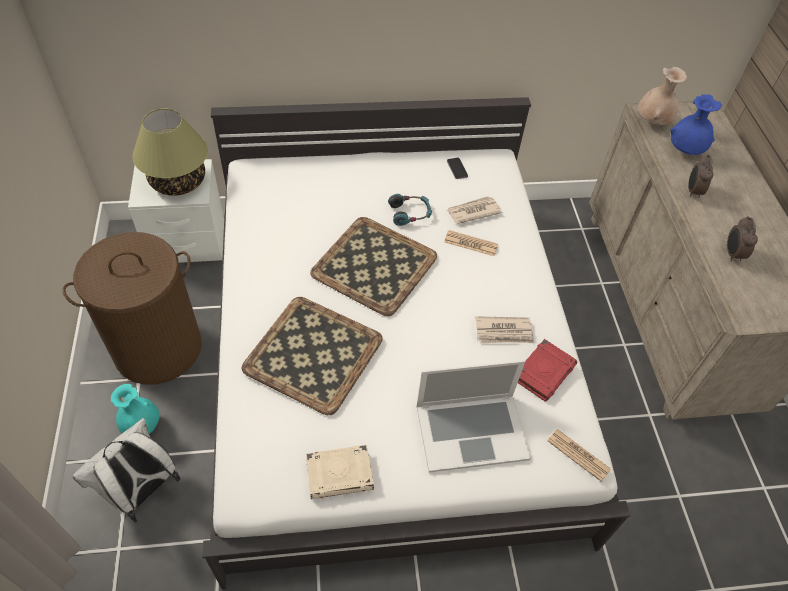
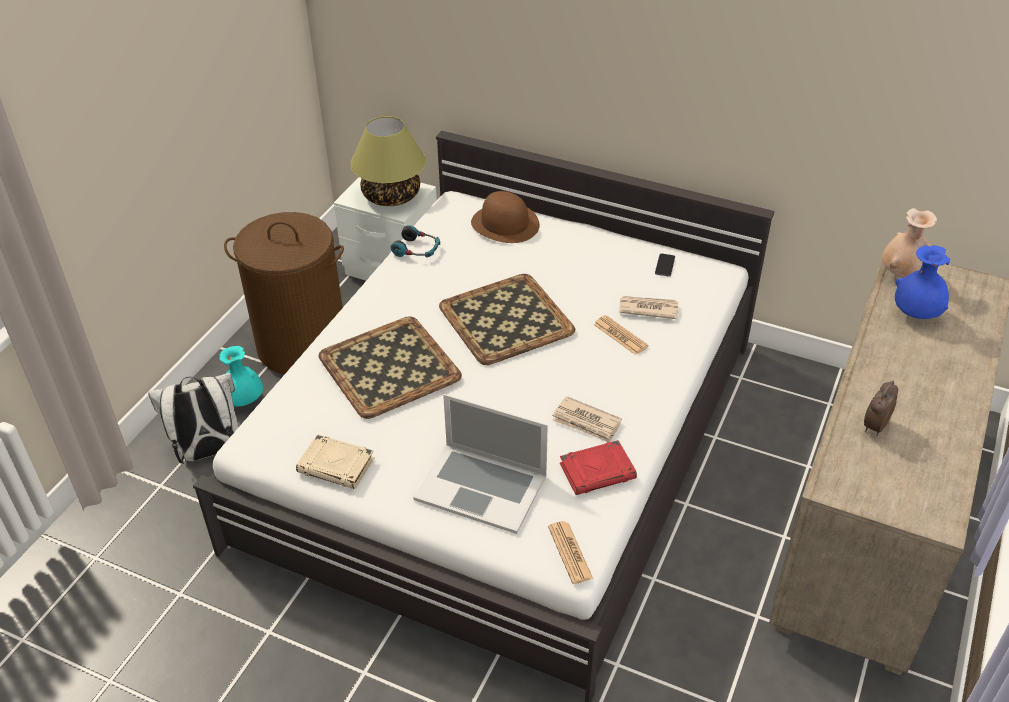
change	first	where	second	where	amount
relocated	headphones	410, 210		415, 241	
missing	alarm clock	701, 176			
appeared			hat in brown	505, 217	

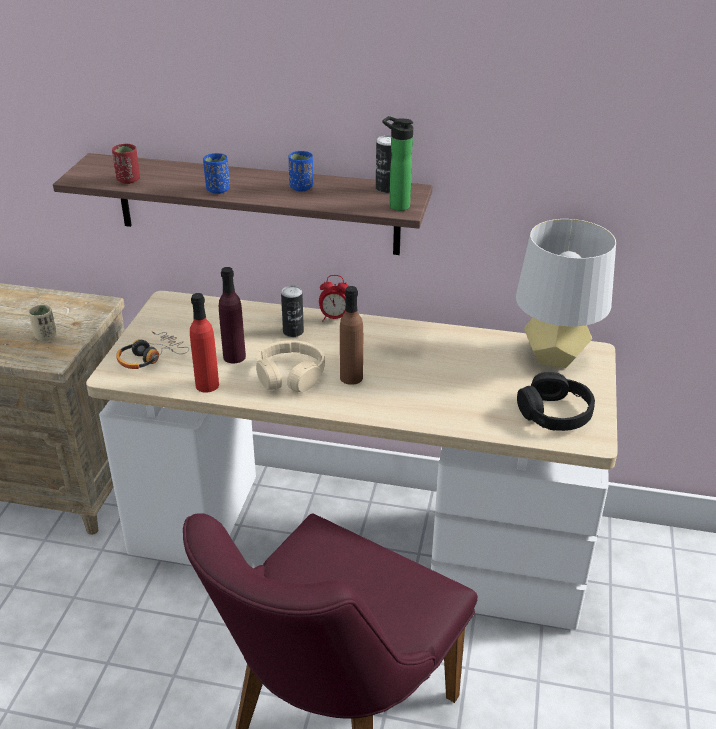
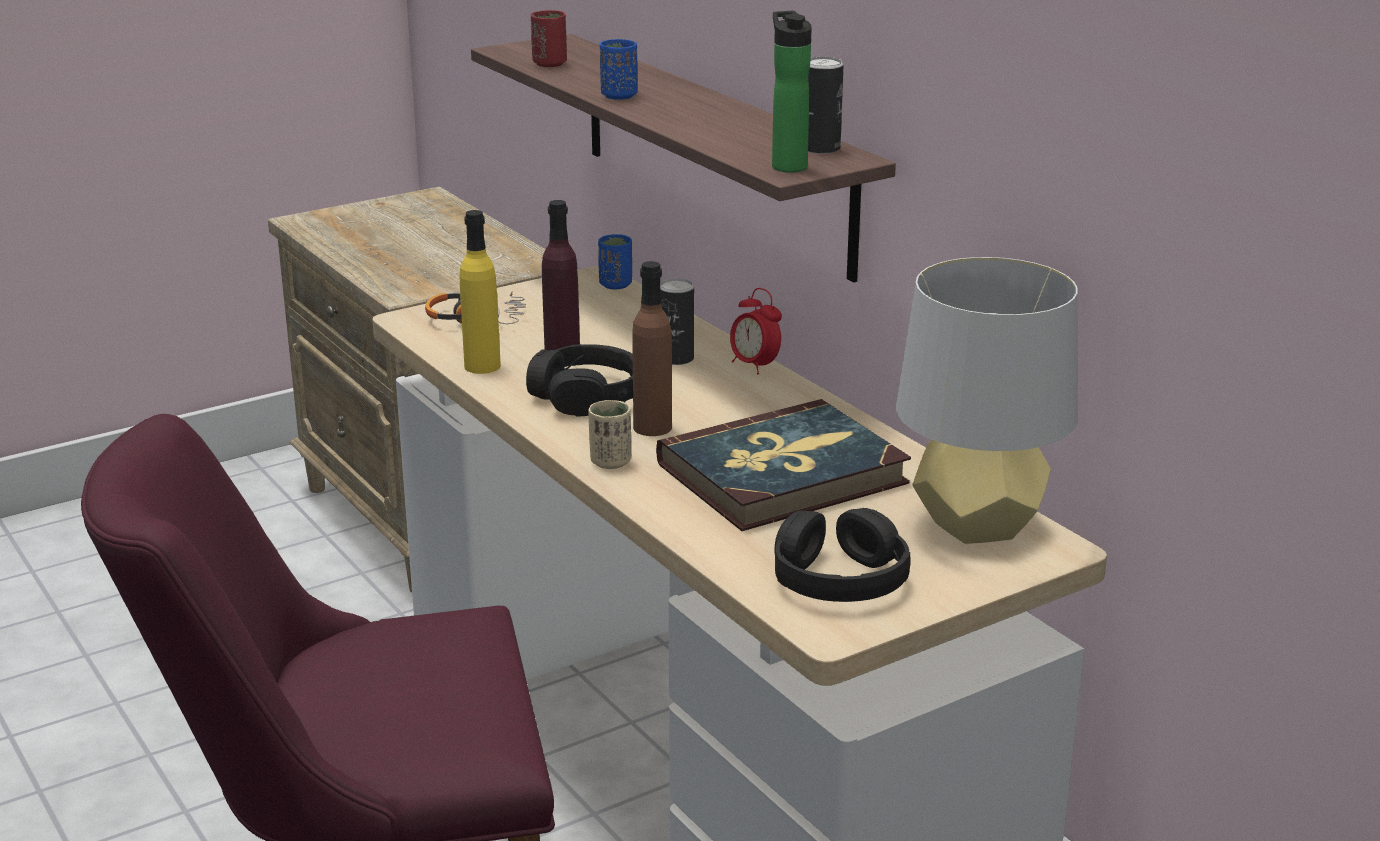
change	first	where	second	where	amount
relocated	cup in beige	43, 322		609, 434	
colour	bottle in red	204, 343	bottle in yellow	480, 292	
colour	headphones in beige	290, 366	headphones in black	579, 380	
relocated	cup in blue	300, 171		615, 262	
appeared			book	783, 465	

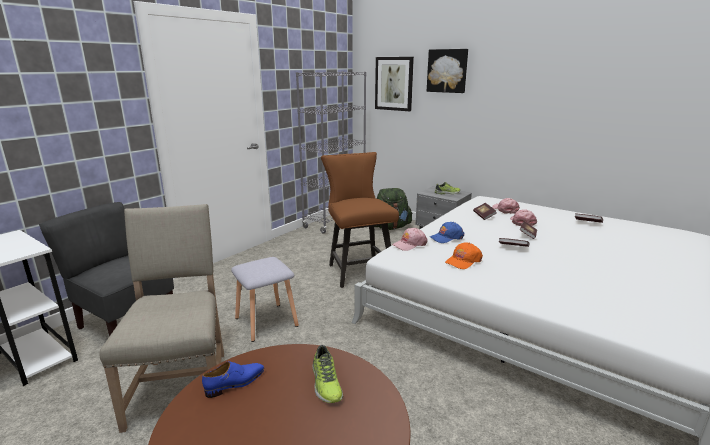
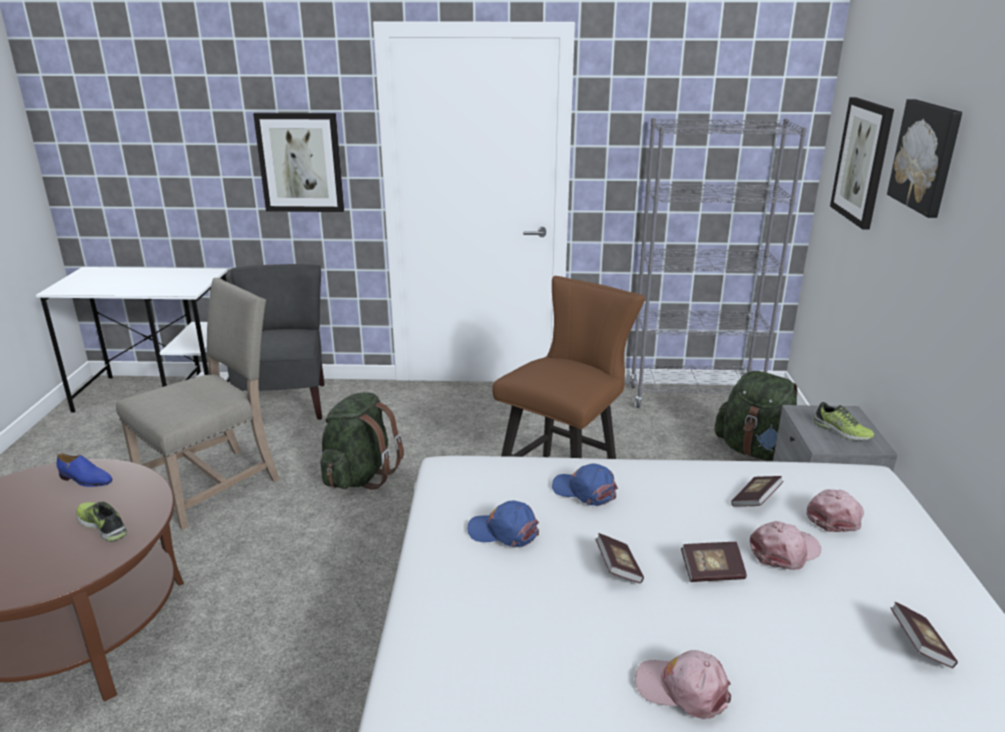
change	first	where	second	where	amount
exchanged	stool in grey	265, 299	backpack in green	362, 441	
spun	shoe	328, 374		101, 521	90 degrees clockwise
relocated	cap in pink	410, 239		683, 684	
colour	cap in orange	464, 256	cap in blue	503, 524	
appeared			picture	298, 162	

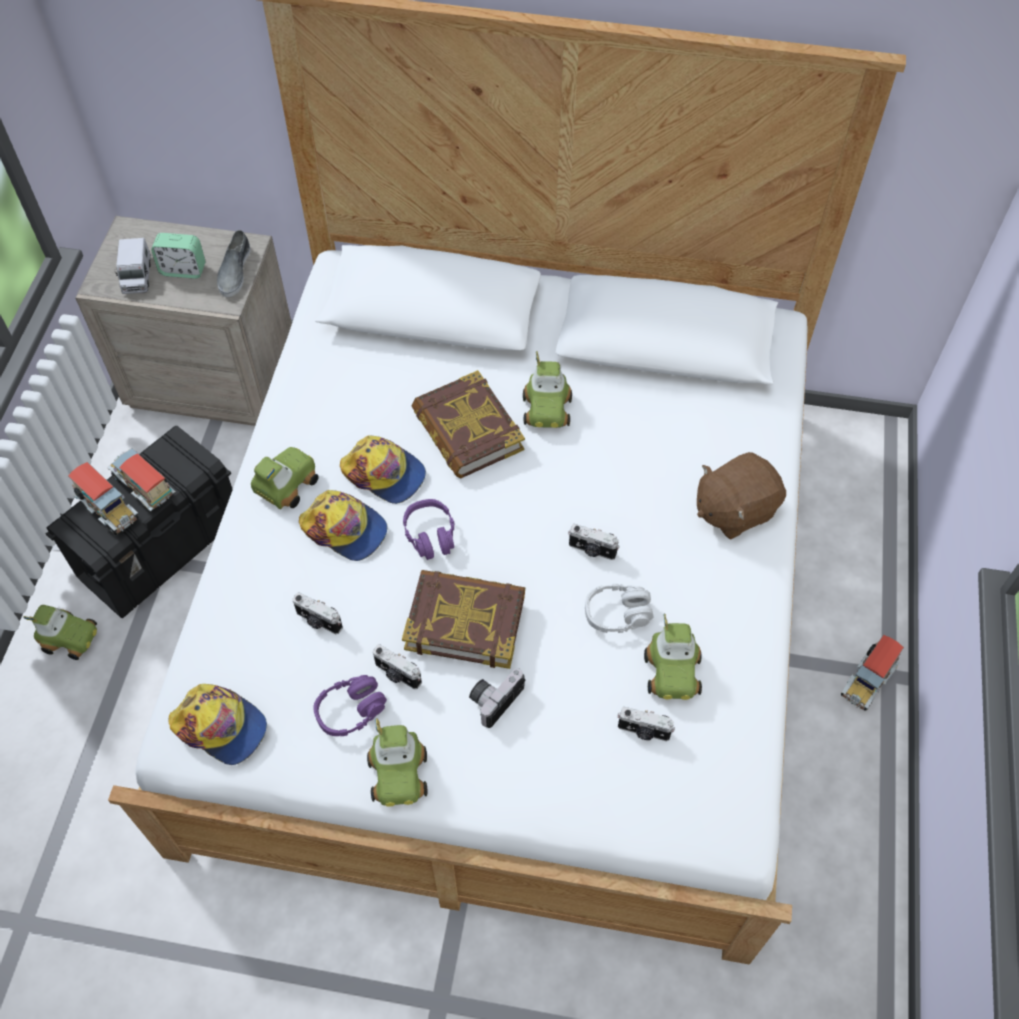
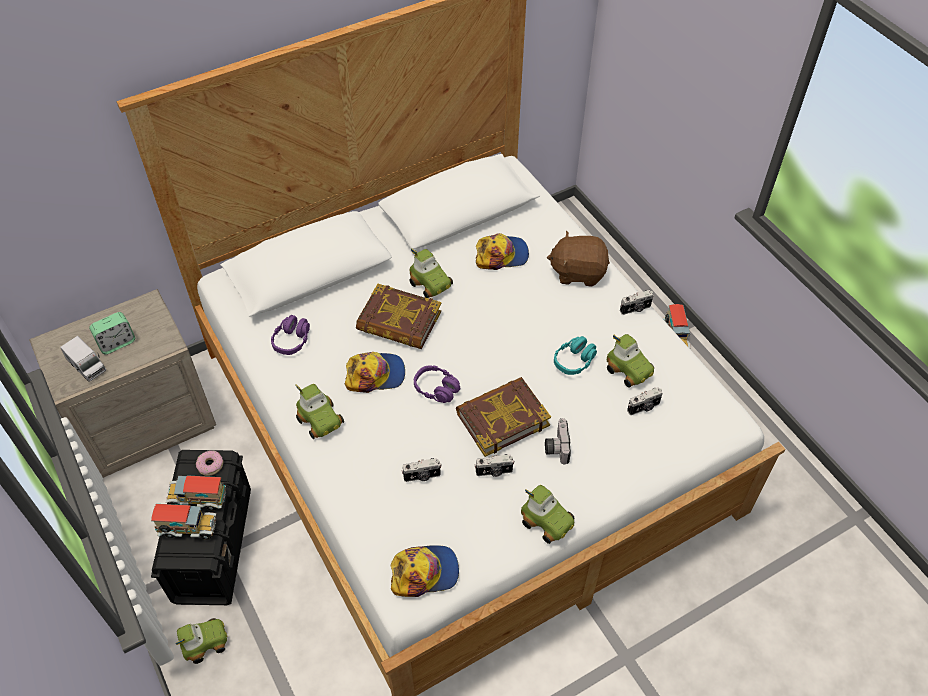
change	first	where	second	where	amount
missing	shoe in grey	234, 263			
spun	toy car	285, 478		319, 411	150 degrees clockwise
relocated	cap	343, 525		502, 251	
relocated	headphones in purple	350, 705		290, 335	
relocated	photo camera	594, 542		636, 302	
colour	headphones in grey	619, 608	headphones in turquoise	575, 355	
spun	plush toy in brown	741, 496		578, 258	75 degrees clockwise
appeared			donut	209, 463	

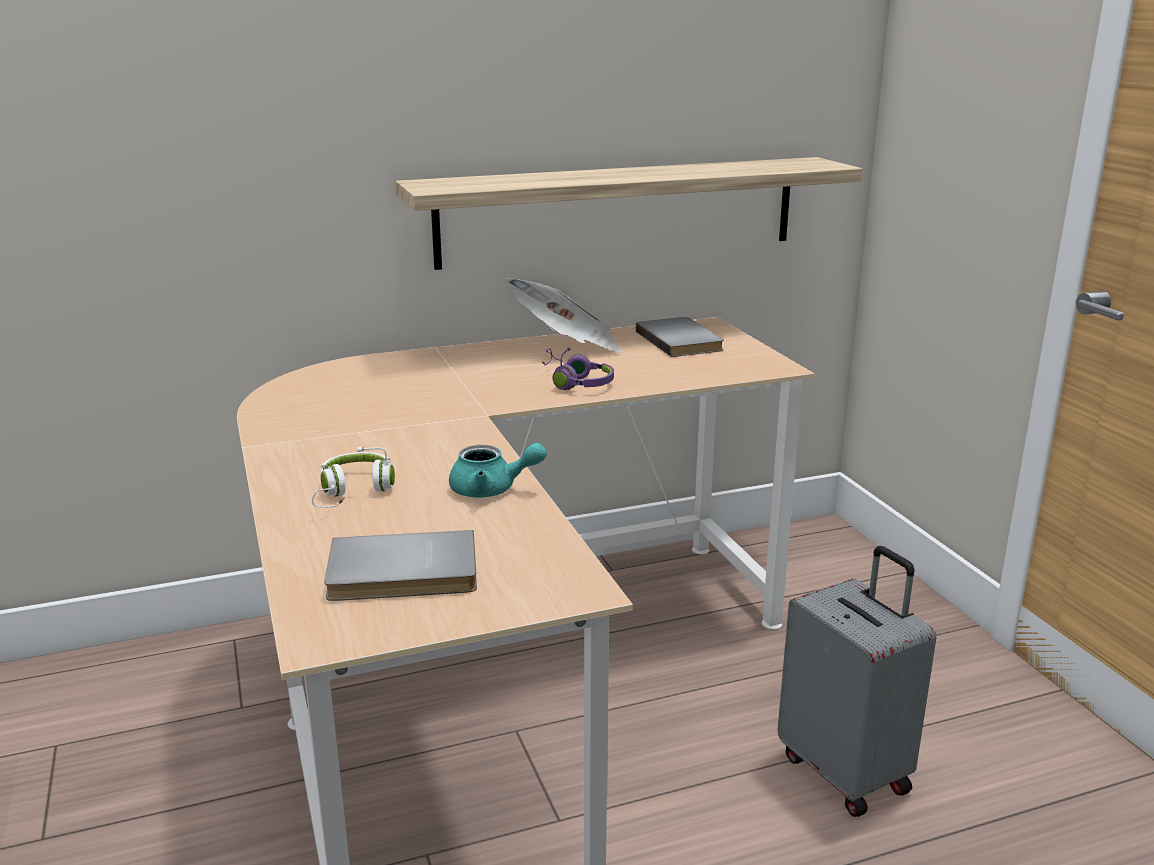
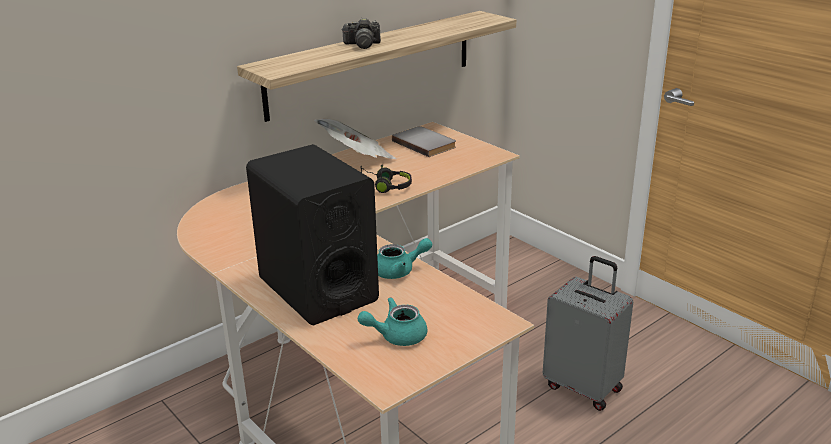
change	first	where	second	where	amount
exchanged	headphones in white	353, 477	speaker in black	312, 234	
exchanged	book in grey	400, 565	teapot in turquoise	392, 321	
colour	headphones in purple	578, 368	headphones in black	386, 179	
appeared			photo camera	361, 33	

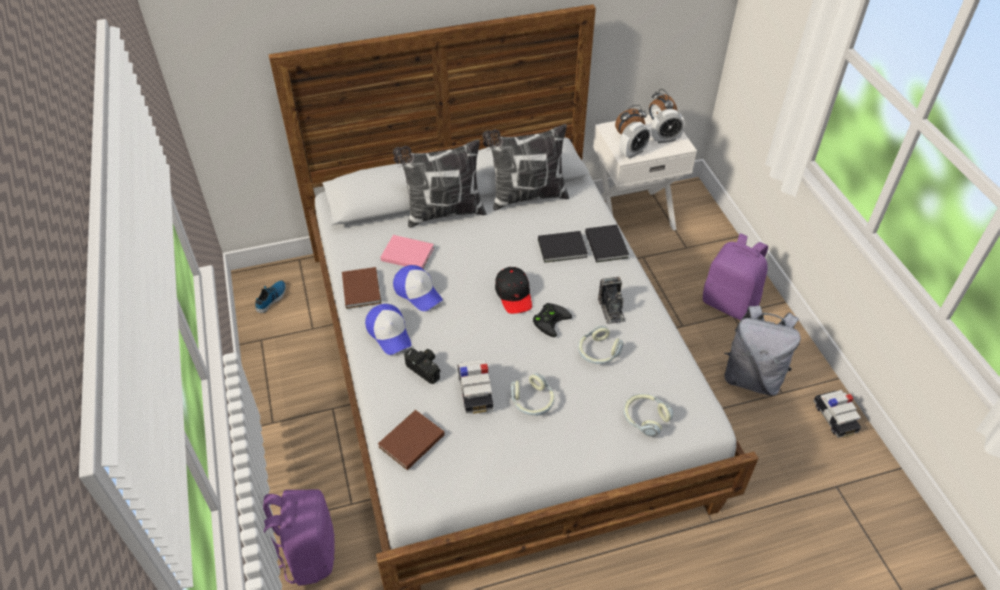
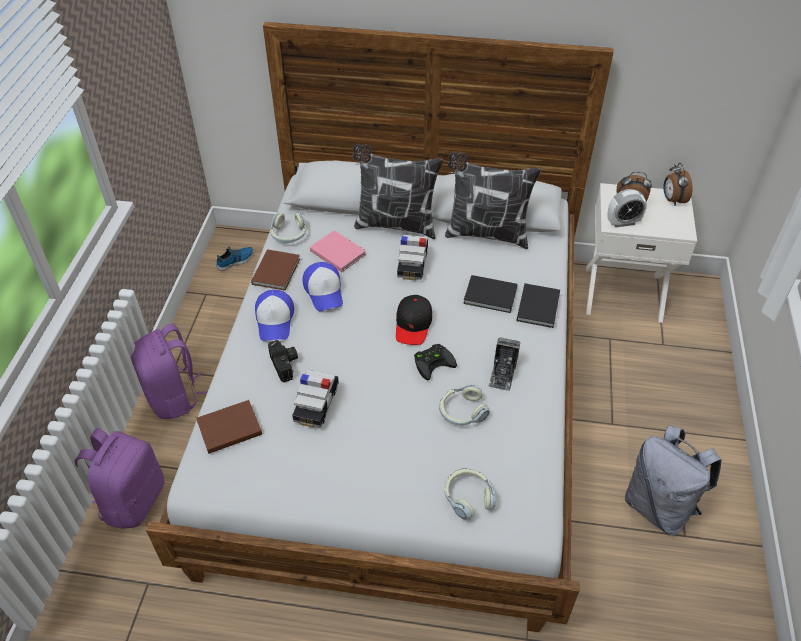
change	first	where	second	where	amount
relocated	headphones	533, 394		288, 228	
missing	alarm clock	668, 126			
relocated	backpack in purple	735, 276		169, 371	
relocated	toy car	837, 414		412, 257	

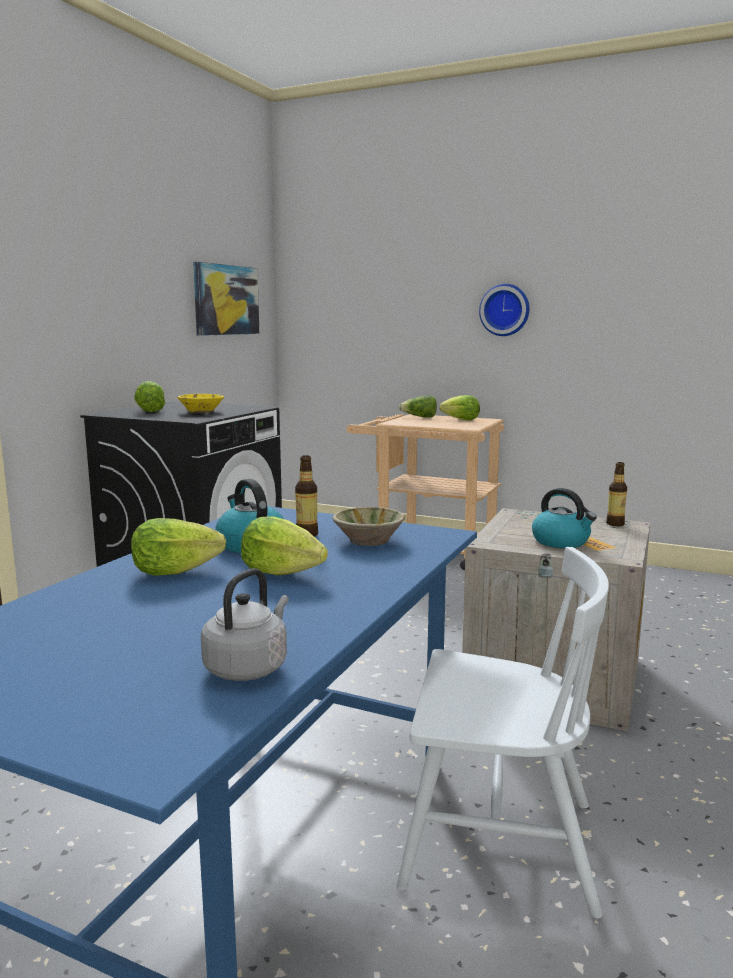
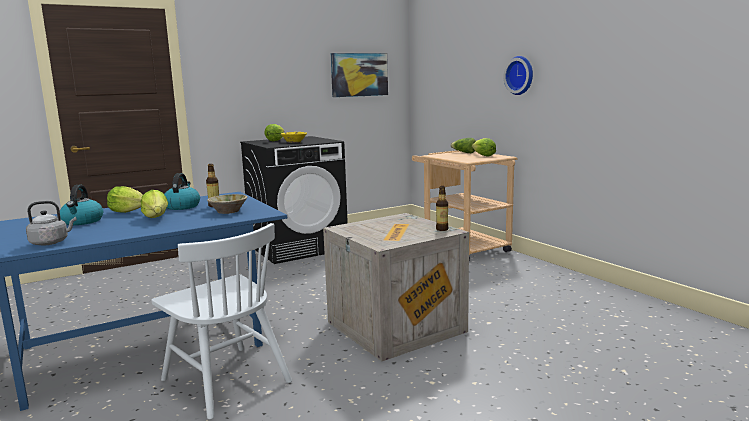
change	first	where	second	where	amount
relocated	kettle	564, 518		81, 205	

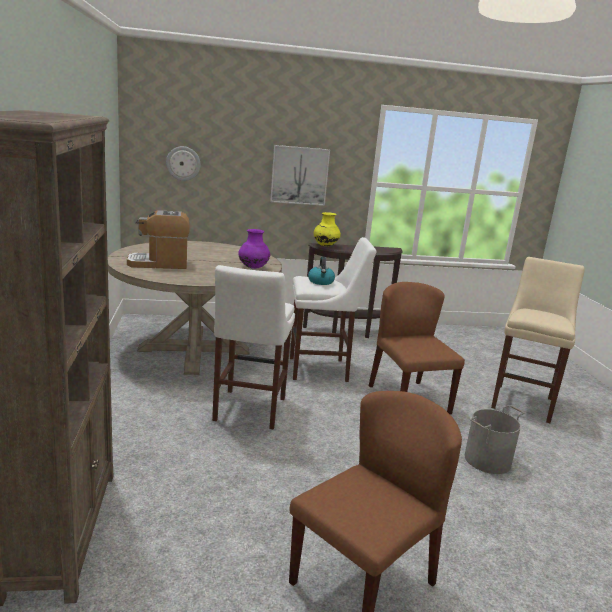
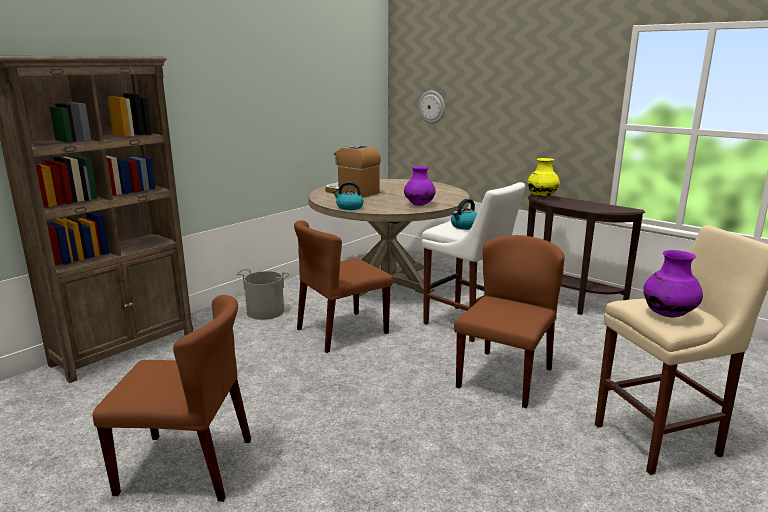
change	first	where	second	where	amount
exchanged	stool in white	253, 347	chair in brown	343, 286	
missing	picture	300, 175			
relocated	bucket in grey	494, 439		263, 294	
appeared			kettle	348, 196	
appeared			vase in purple	673, 283	

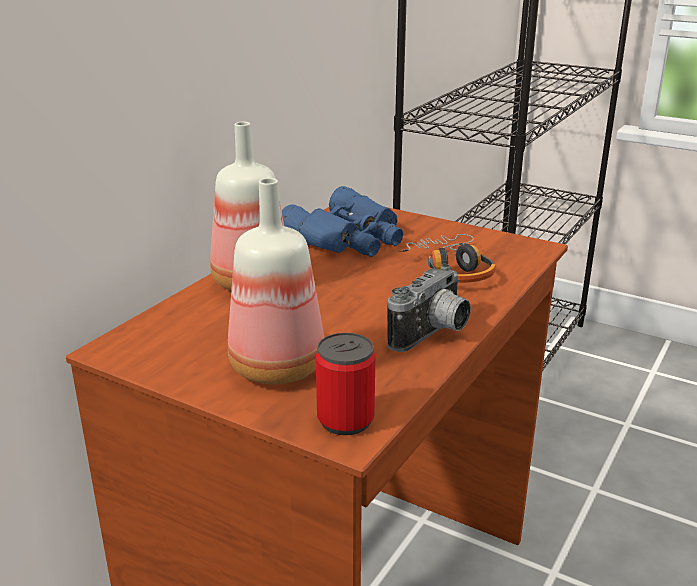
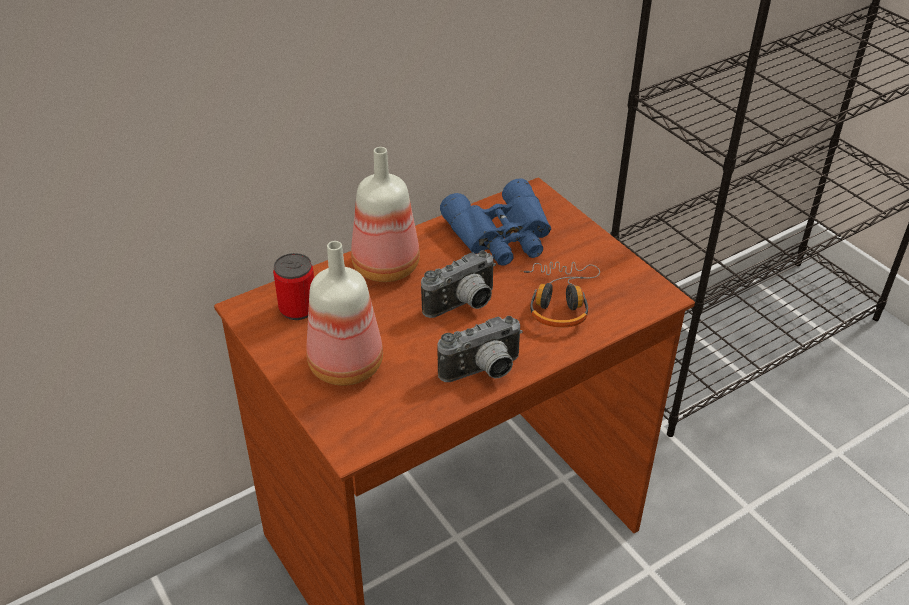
change	first	where	second	where	amount
relocated	can	346, 384		293, 286	
appeared			photo camera	458, 284	

